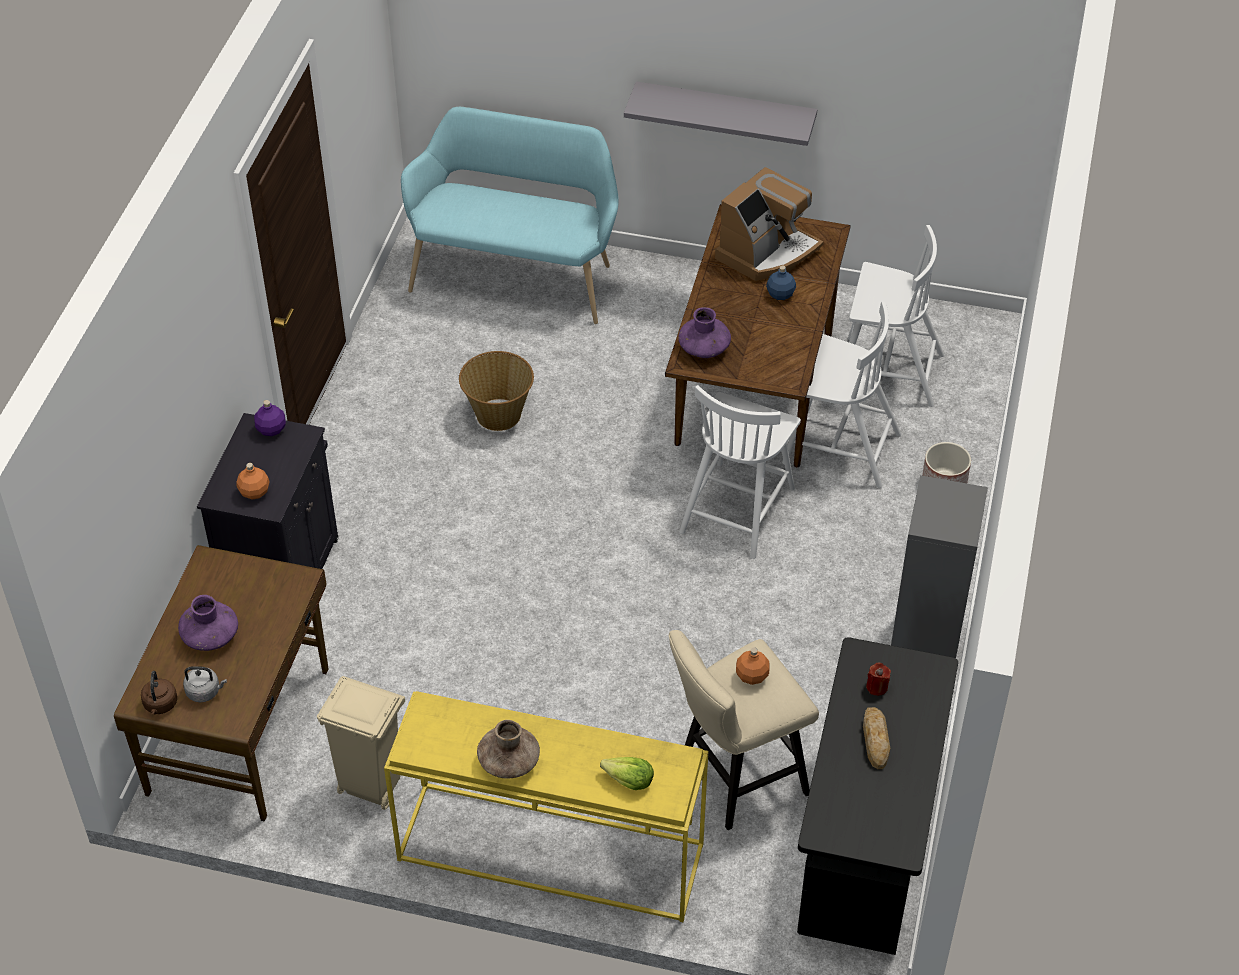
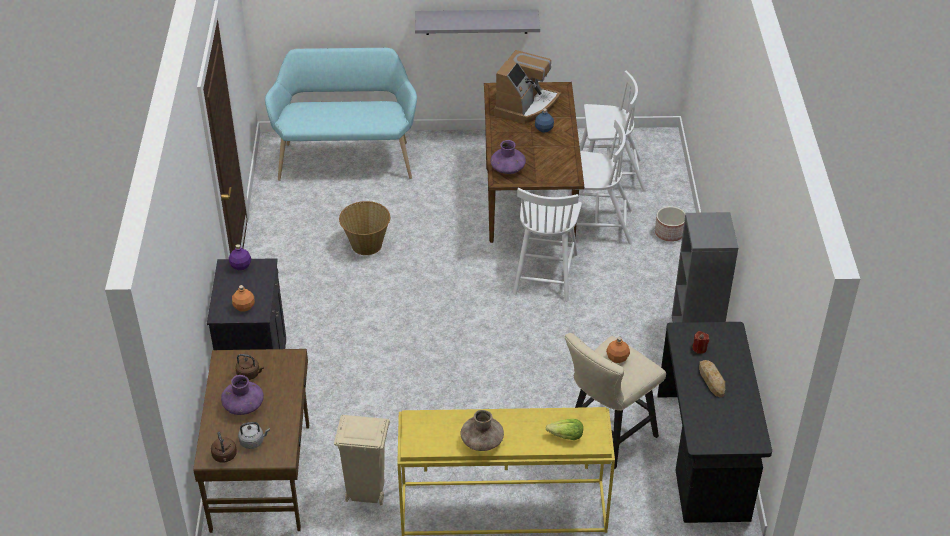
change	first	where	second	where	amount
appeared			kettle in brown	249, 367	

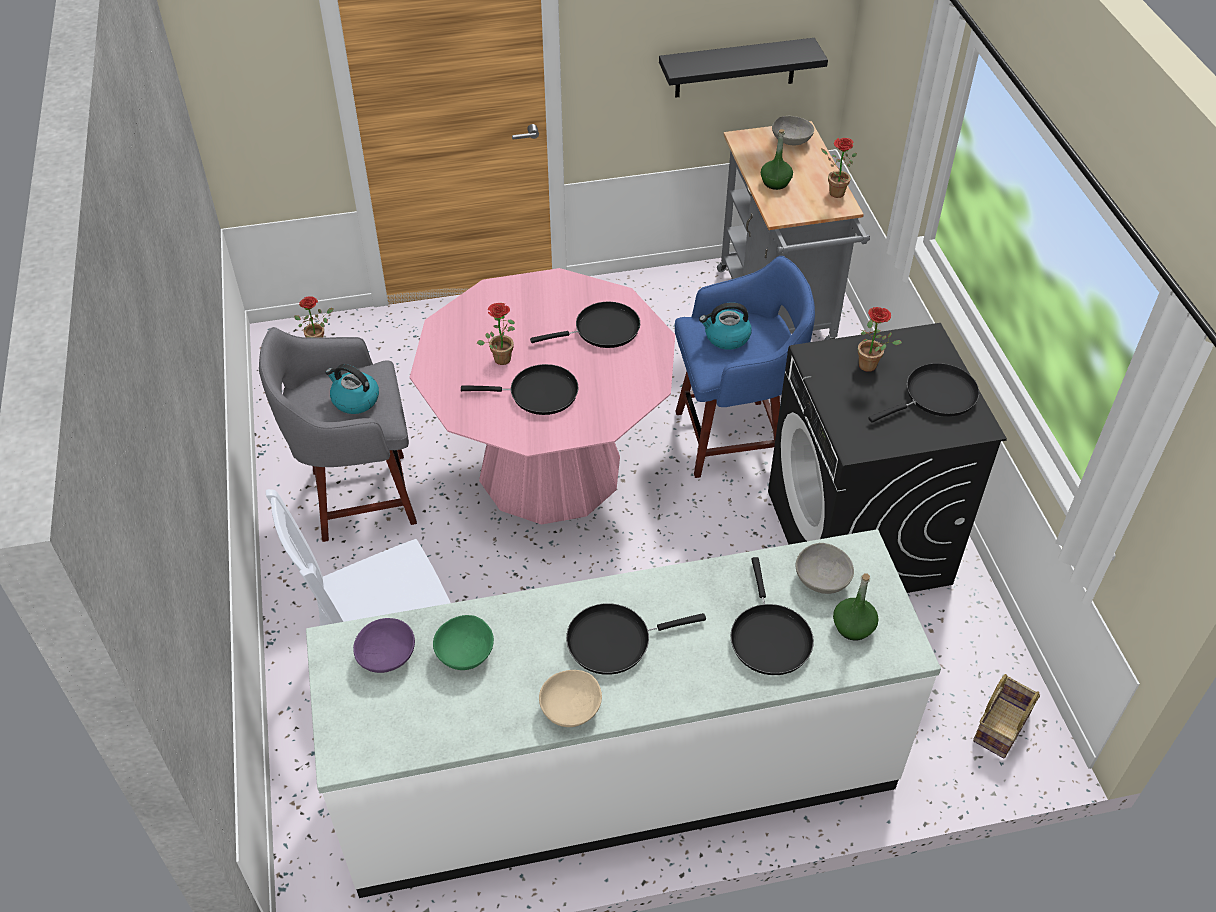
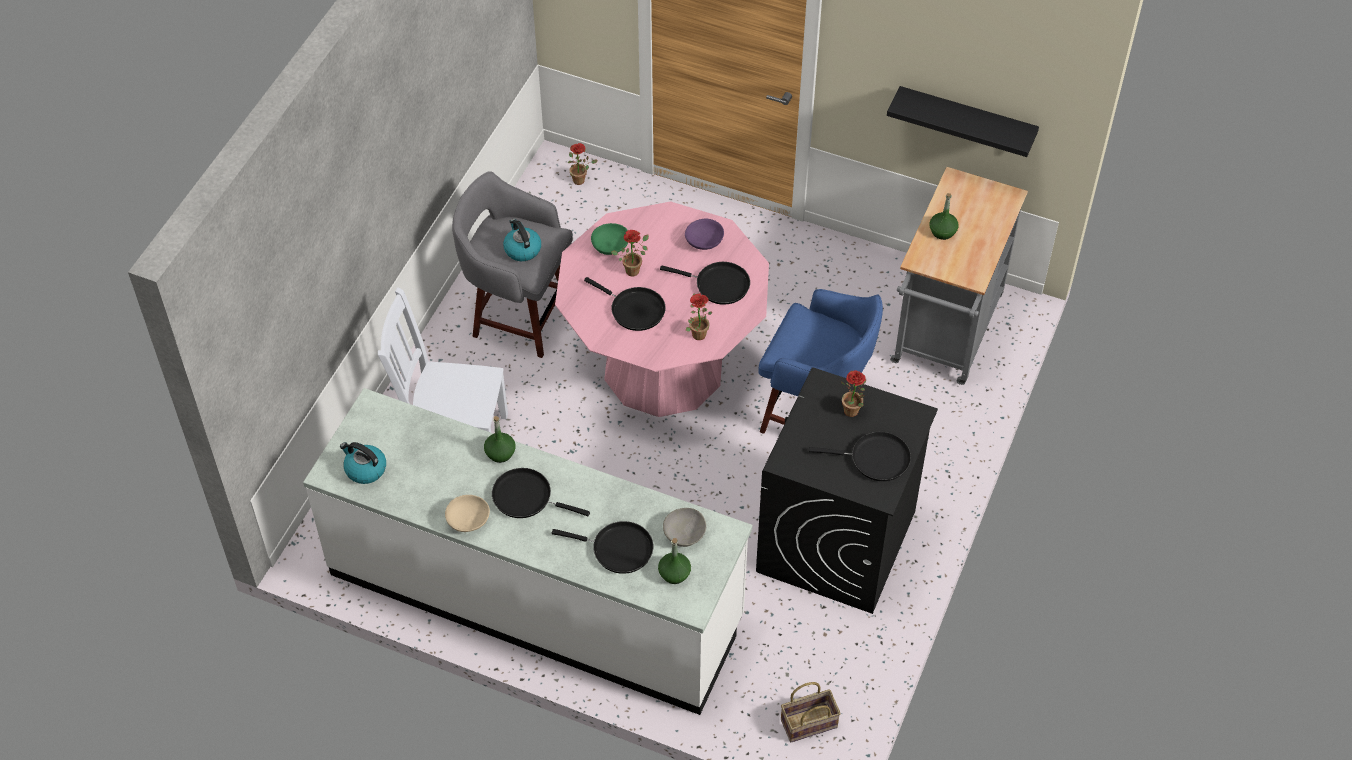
change	first	where	second	where	amount
relocated	bowl in purple	384, 645		704, 234	
relocated	bowl in green	463, 642		609, 239	
relocated	kettle	725, 326		363, 463	
spun	frying pan in black	772, 616		602, 547	105 degrees counterclockwise
missing	bowl in grey	793, 130			
relocated	potted plant	839, 168		699, 316	
appeared			bottle in green	500, 439	

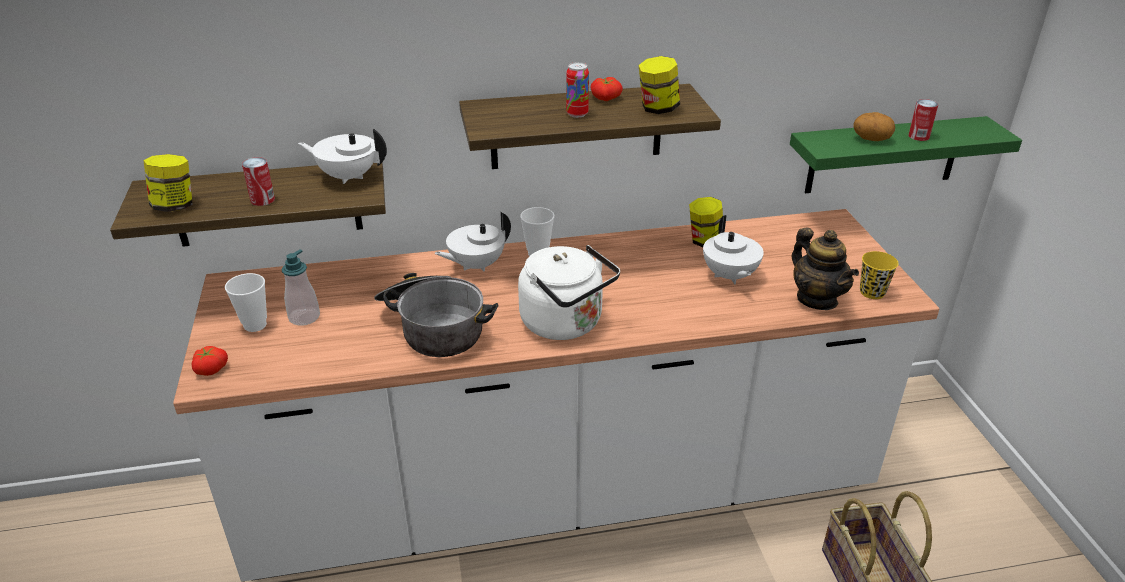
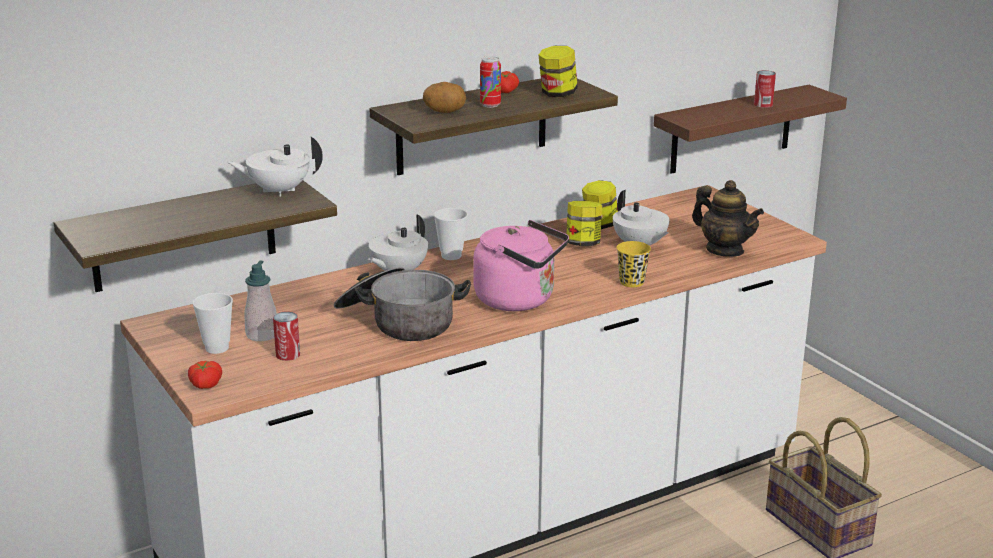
change	first	where	second	where	amount
relocated	jar	168, 183		584, 223	
relocated	can	258, 181		286, 336	
colour	kettle in white	569, 292	kettle in pink	521, 265	
colour	shelf in green	906, 154	shelf in brown	750, 129	
relocated	potato	874, 126		444, 97	
relocated	cup in yellow	879, 275		633, 264	

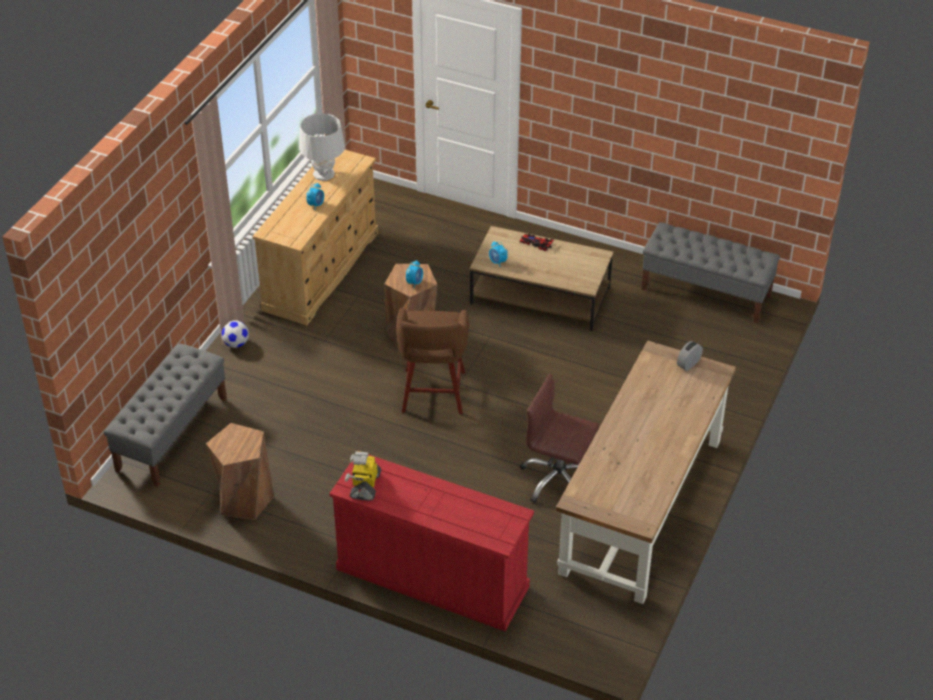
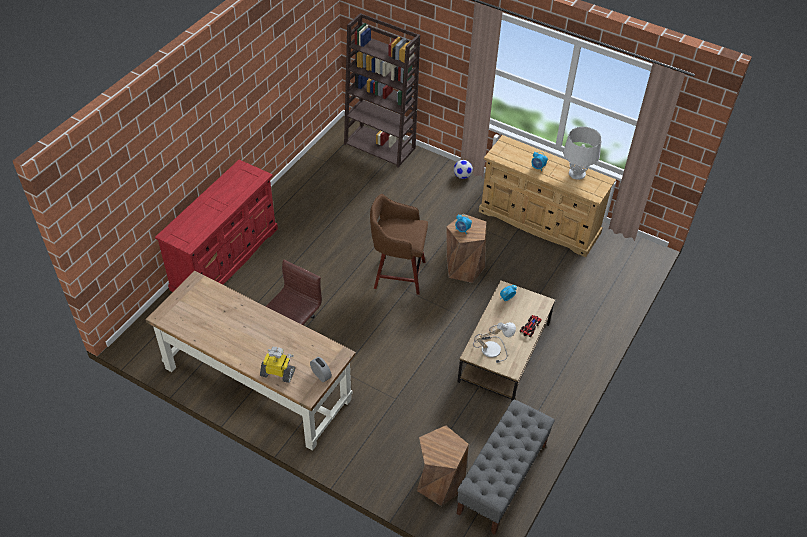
change	first	where	second	where	amount
exchanged	bench in grey	165, 415	bookcase in brown	382, 90	
relocated	stool in brown	240, 471		443, 465	
relocated	toy robot	363, 476		277, 365	
appeared			table lamp	494, 342	

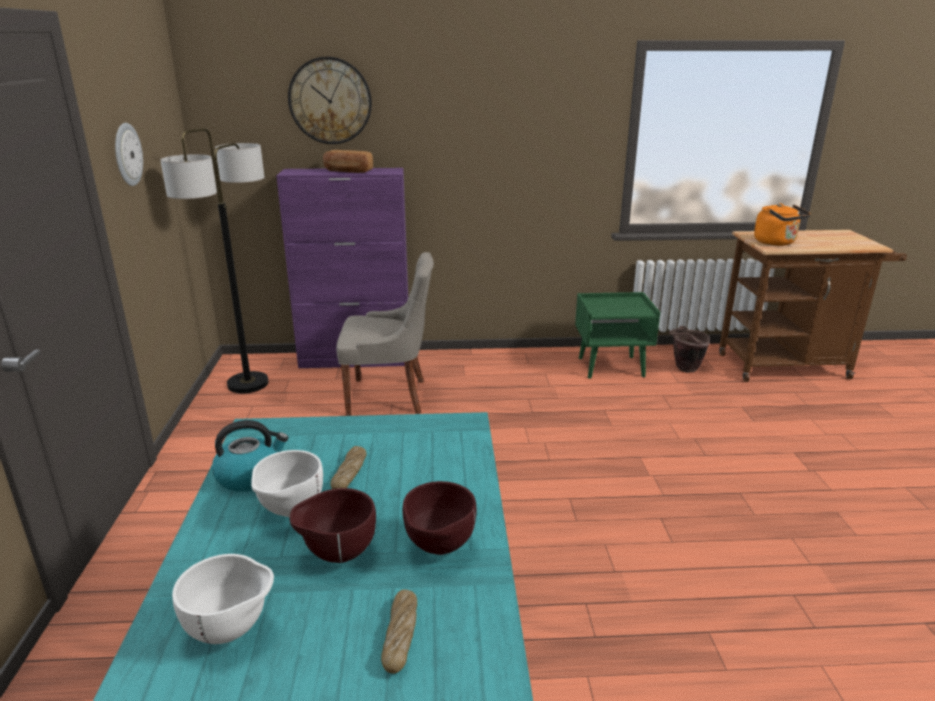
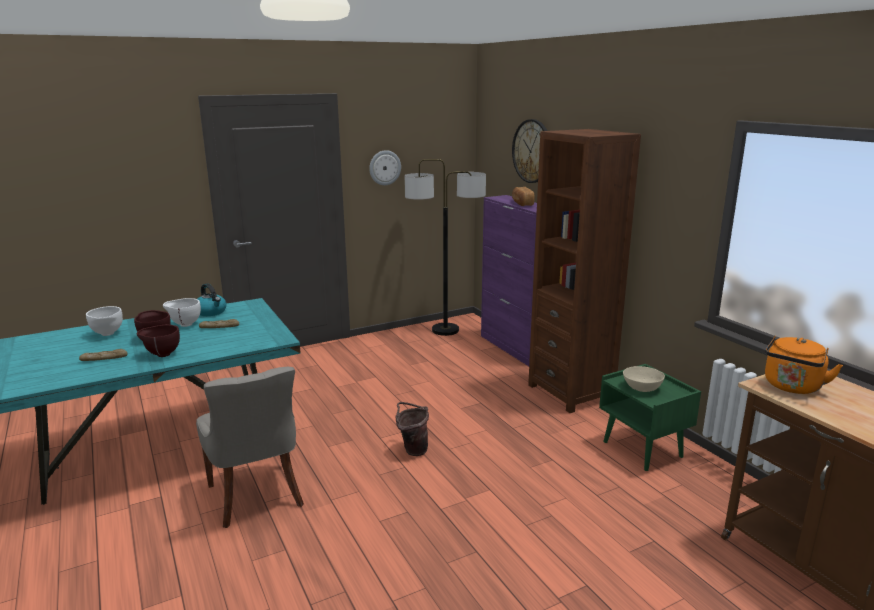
change	first	where	second	where	amount
relocated	chair in grey	385, 334		250, 447	
relocated	bucket in brown	689, 349		412, 429	
appeared			bookcase in brown	584, 271	
appeared			bowl in beige	644, 379	

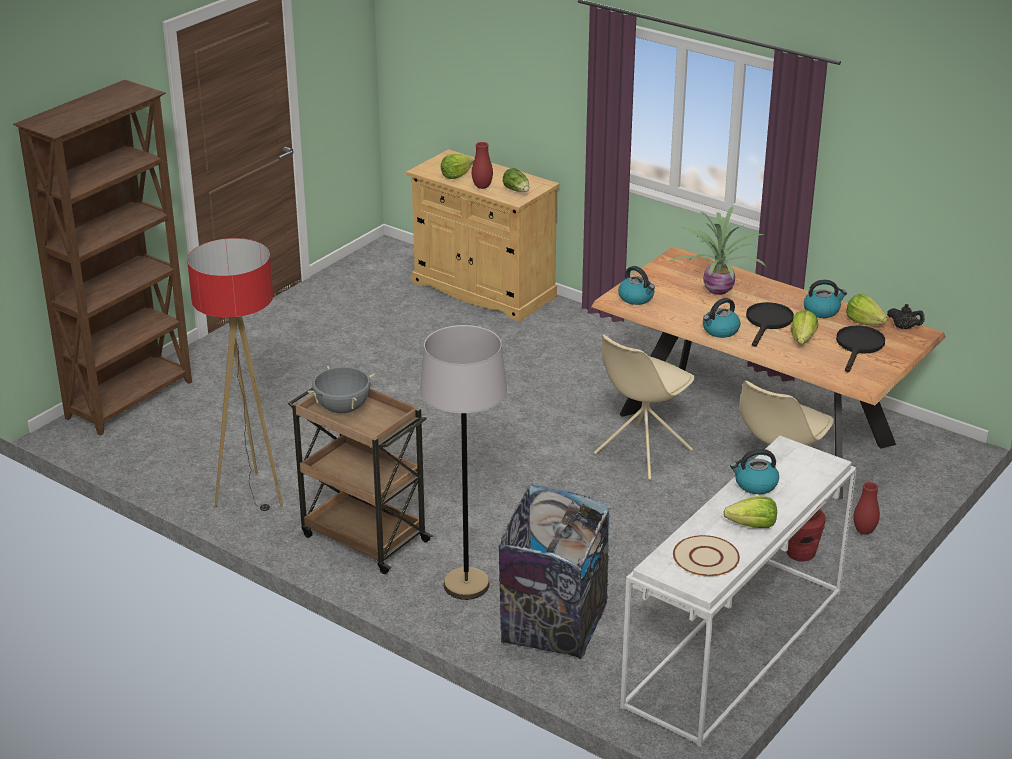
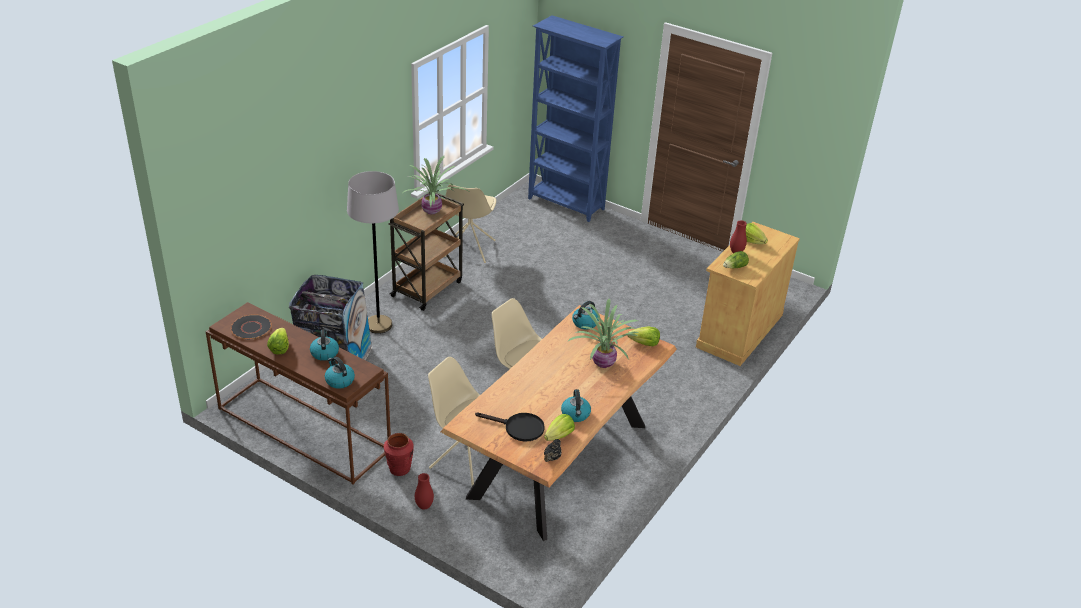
change	first	where	second	where	amount
colour	bookcase in brown	102, 258	bookcase in blue	575, 118	
exchanged	floor lamp	235, 374	chair in beige	470, 223	
exchanged	cooking pot in grey	341, 389	potted plant	435, 185	
colour	console table in white	738, 591	console table in brown	298, 393	
colour	plate in beige	706, 556	plate in black	251, 326	
relocated	kettle	721, 318		340, 373	
missing	frying pan in black	770, 324			
relocated	lettuce	804, 327		644, 336	

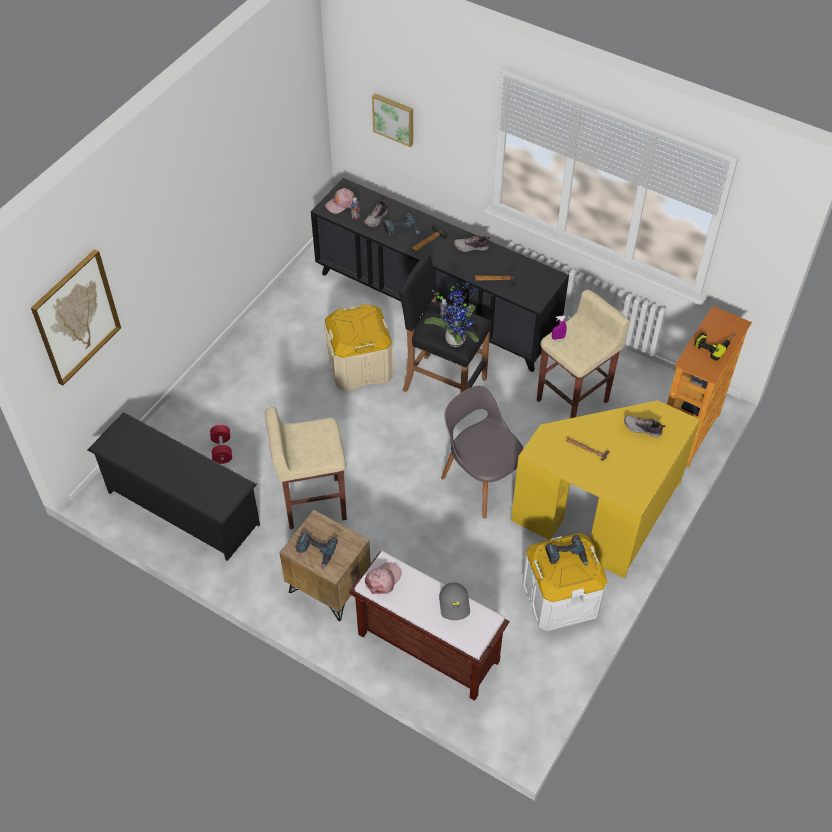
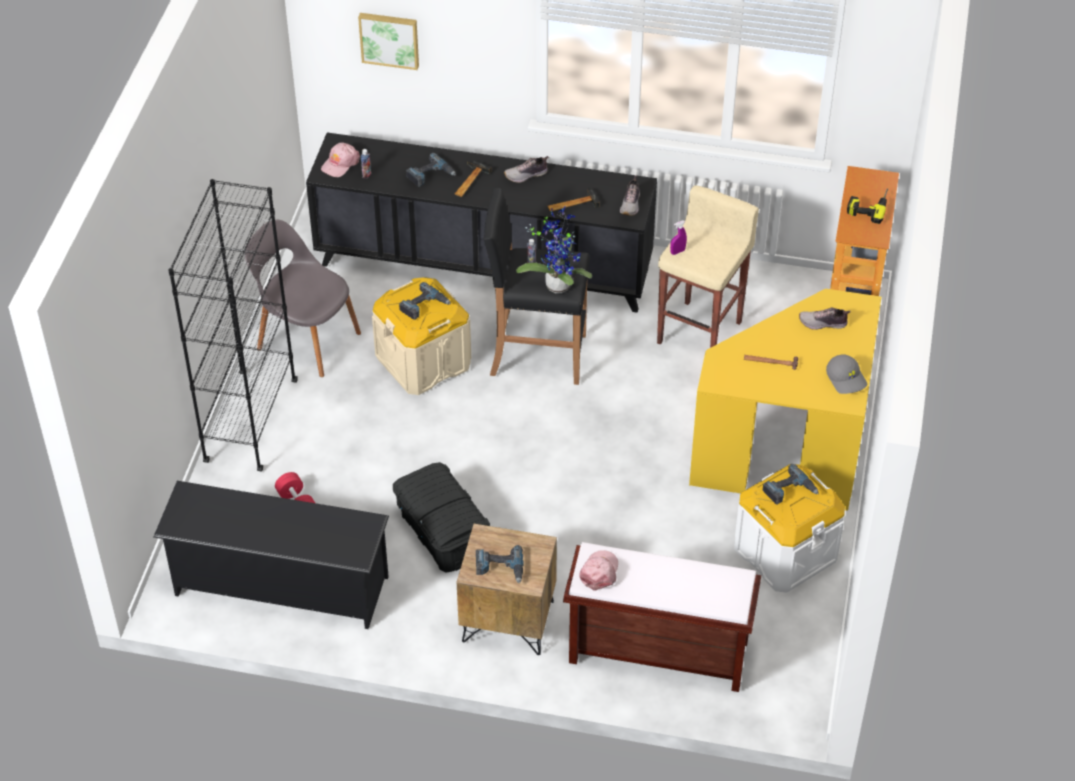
change	first	where	second	where	amount
missing	picture	76, 317			
exchanged	stool in beige	306, 468	storage box in black	441, 517	
relocated	shoe	376, 212		630, 195	
relocated	cap in grey	454, 601		846, 374	
relocated	chair in grey	482, 452		303, 298	
appeared			bookcase in black	233, 325	
appeared			power drill	425, 301	

